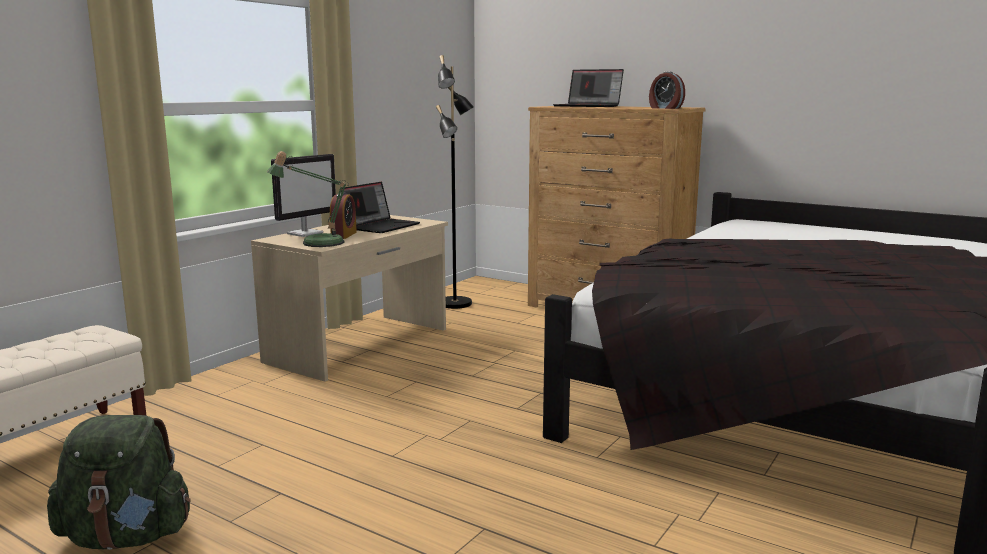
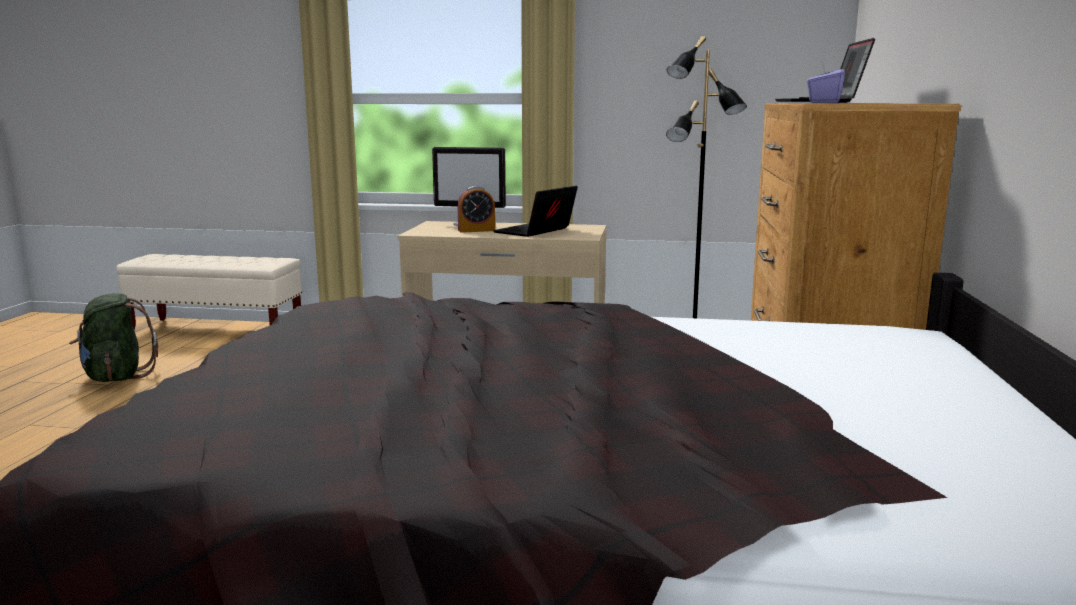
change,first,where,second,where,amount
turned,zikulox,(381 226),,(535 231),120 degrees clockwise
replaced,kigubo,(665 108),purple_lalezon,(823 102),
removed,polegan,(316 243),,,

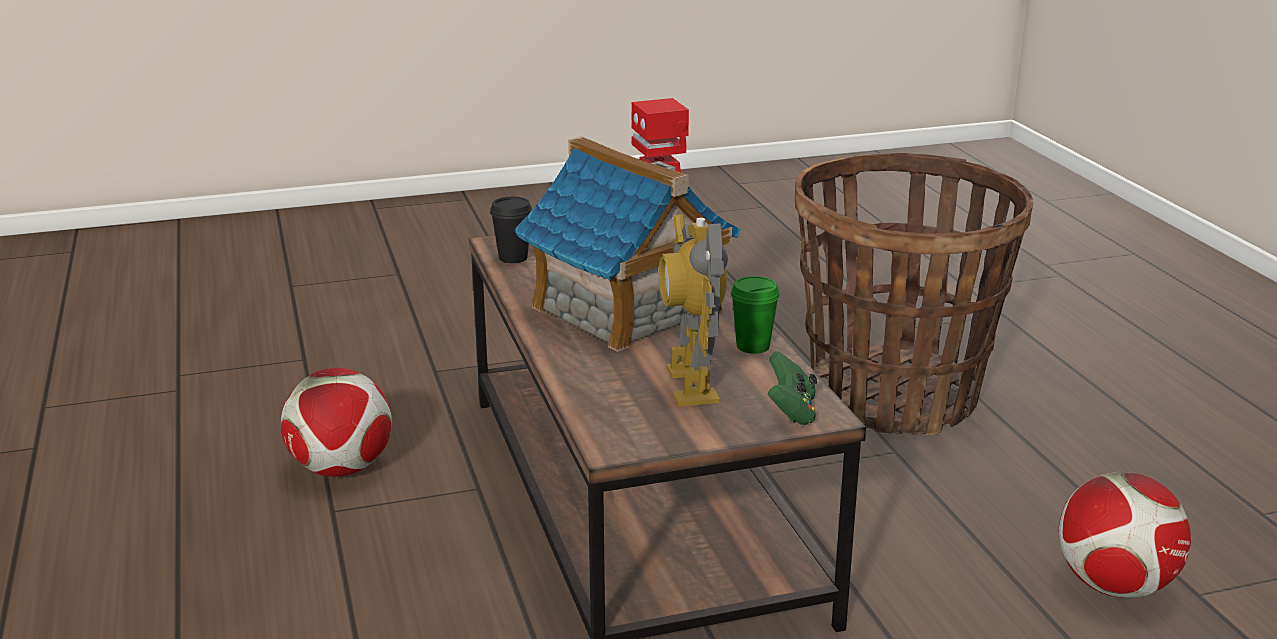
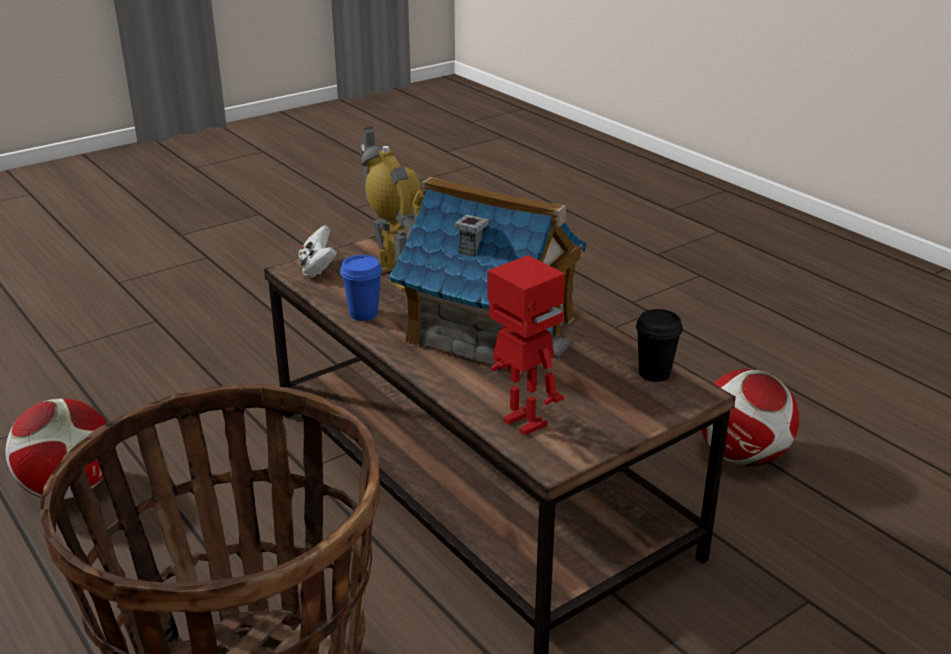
change,first,where,second,where,amount
recoloured,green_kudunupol,(791 411),white_kudunupol,(318 268),
recoloured,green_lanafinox,(753 346),blue_lanafinox,(363 314),

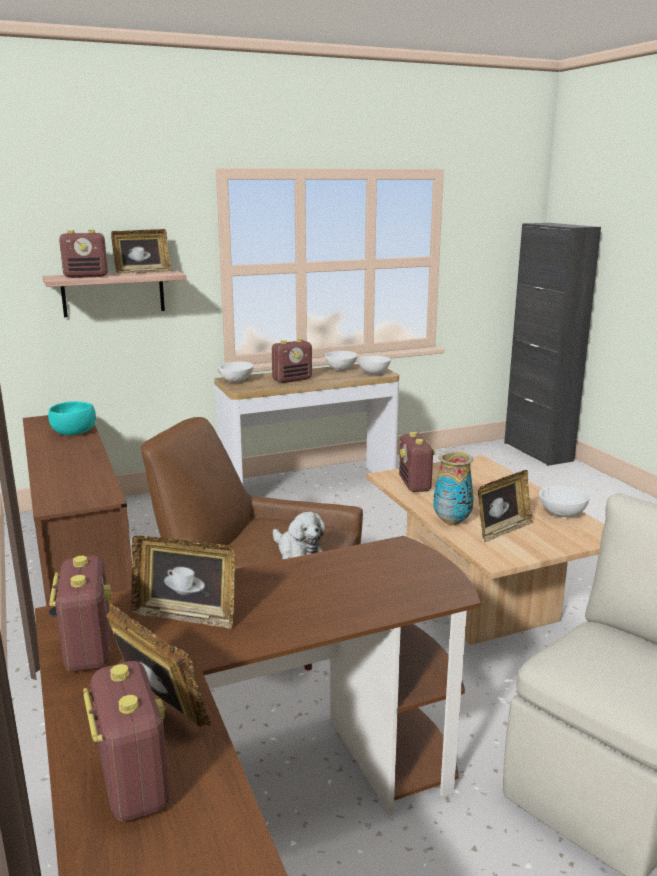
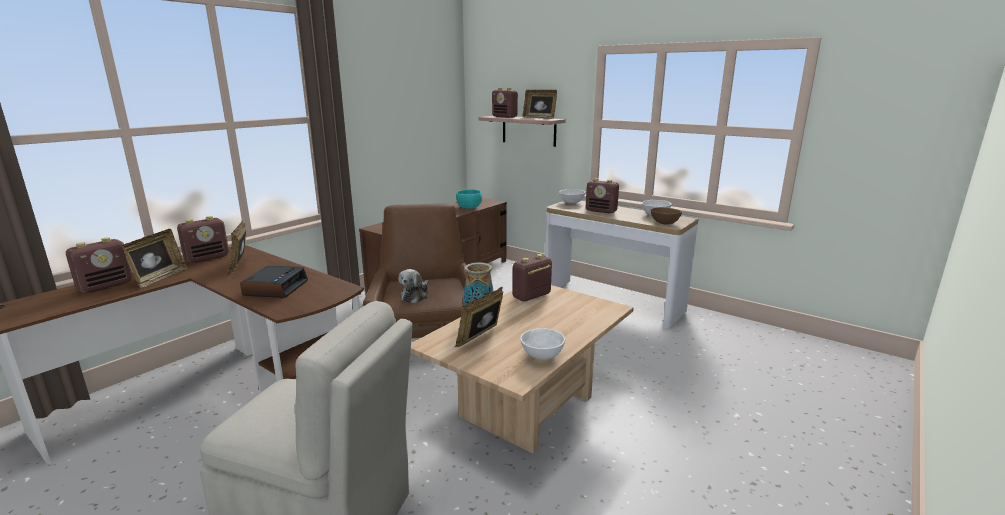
change,first,where,second,where,amount
added,,,kigubo,(275 288),
turned,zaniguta,(502 530),,(481 338),105 degrees clockwise
recoloured,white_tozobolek,(373 373),brown_tozobolek,(664 223),
removed,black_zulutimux,(537 452),,,

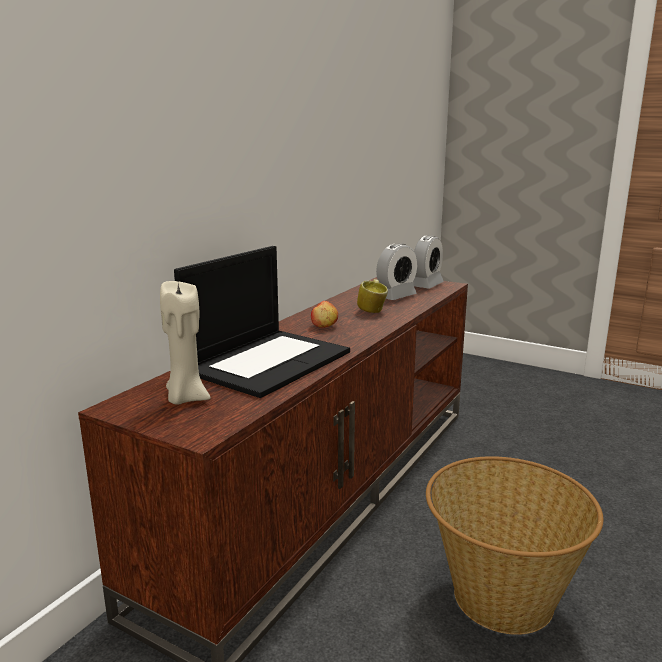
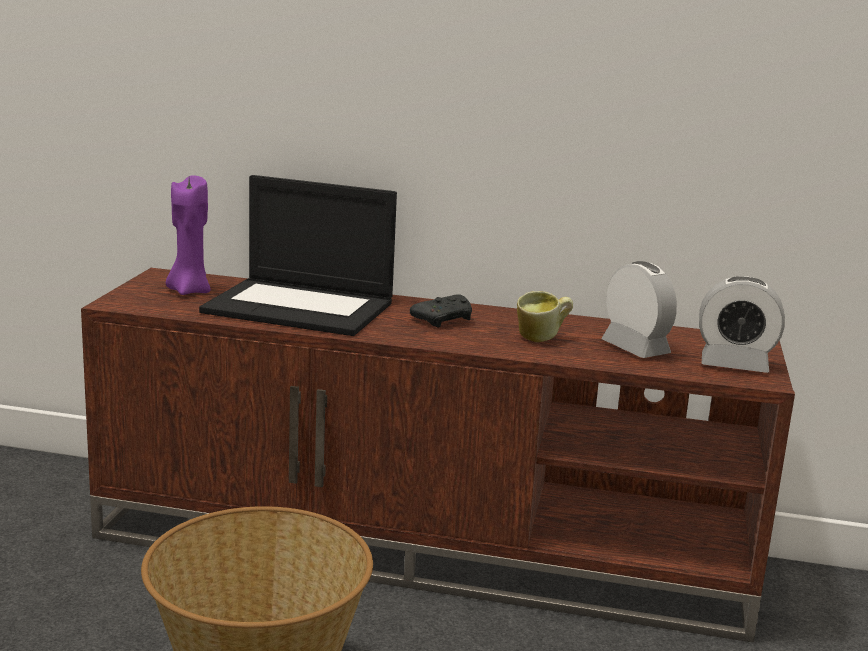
change,first,where,second,where,amount
recoloured,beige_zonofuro,(186 398),purple_zonofuro,(189 291),
replaced,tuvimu,(324 326),black_kudunupol,(444 320),
turned,kigubo,(396 296),,(635 348),150 degrees counterclockwise

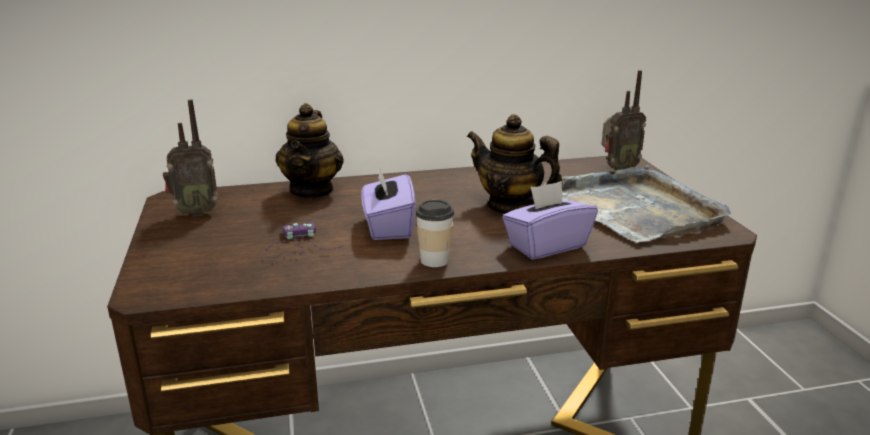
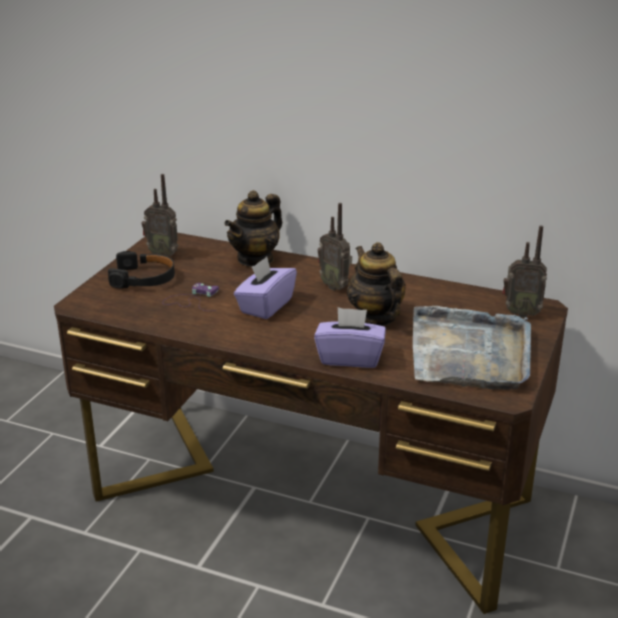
change,first,where,second,where,amount
added,,,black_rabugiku,(144 278),
added,,,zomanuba,(335 286),
removed,lanafinox,(434 260),,,

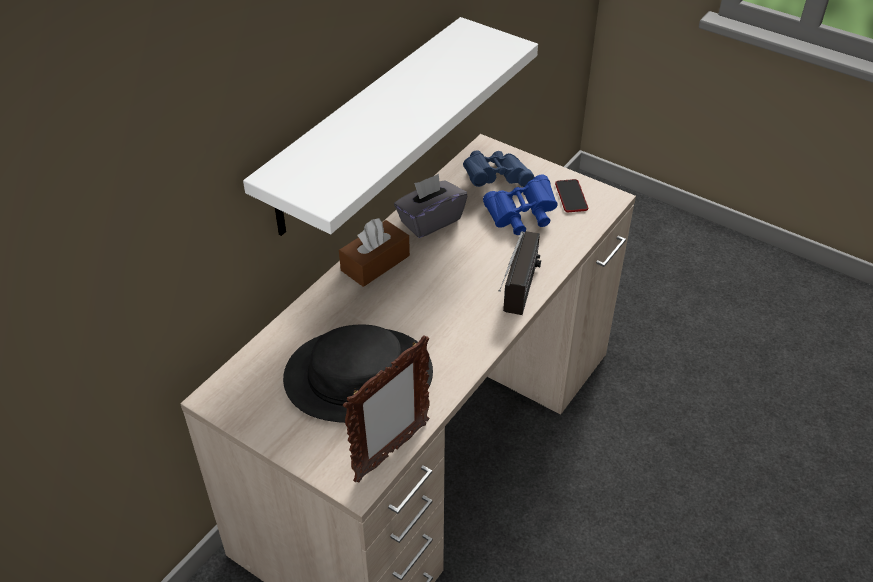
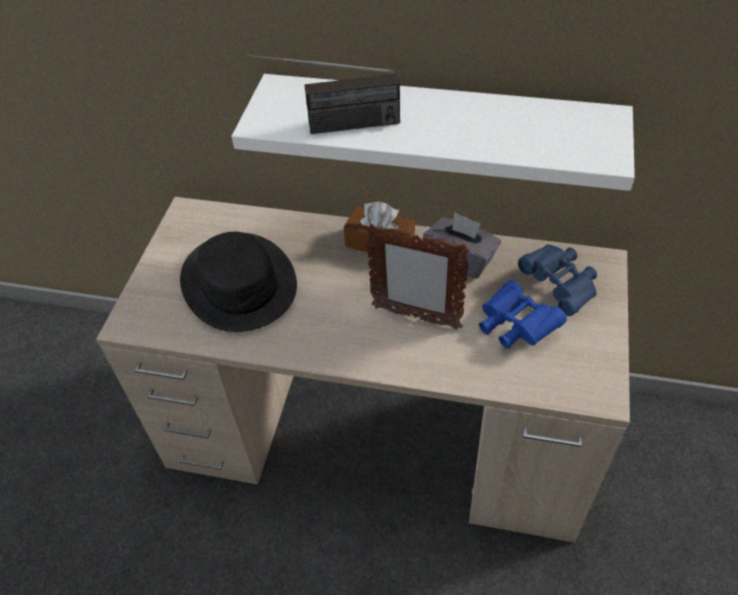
change,first,where,second,where,amount
moved,zomanuba,(518 301),,(330 126),
moved,zaniguta,(391 452),,(415 317),
removed,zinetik,(571 196),,,

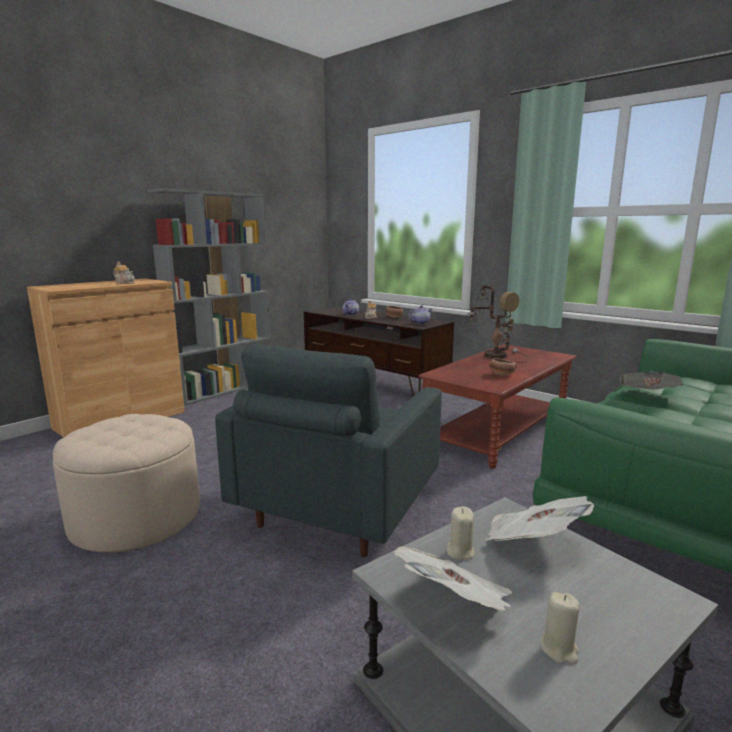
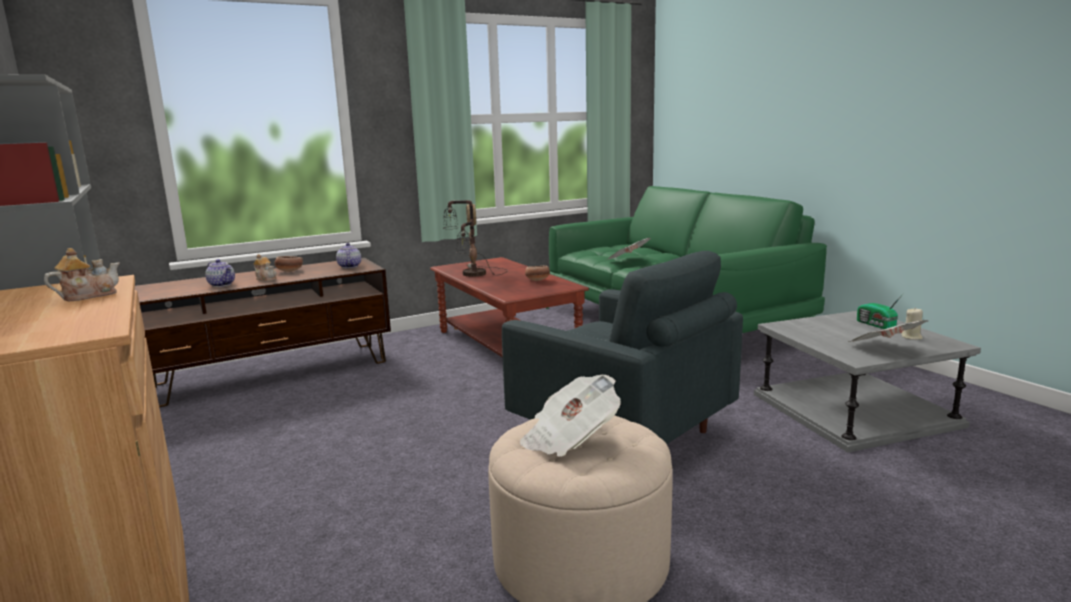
change,first,where,second,where,amount
moved,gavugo,(532 542),,(569 439),
added,,,zomanuba,(876 325),
removed,beige_zonofuro,(460 552),,,

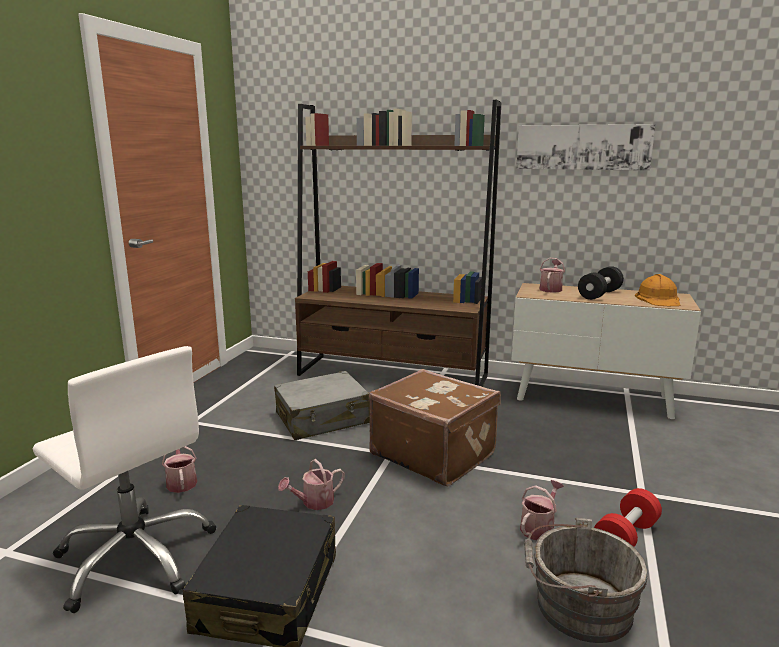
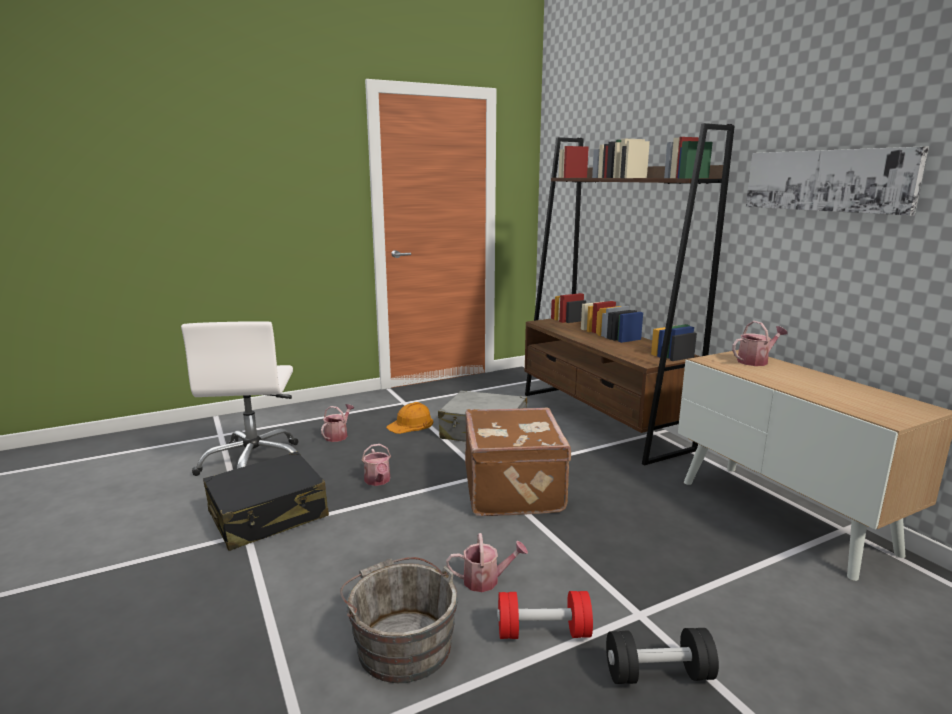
change,first,where,second,where,amount
turned,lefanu,(314 503),,(378 481),120 degrees counterclockwise
moved,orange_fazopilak,(658 299),,(411 424),
moved,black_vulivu,(599 294),,(658 674),

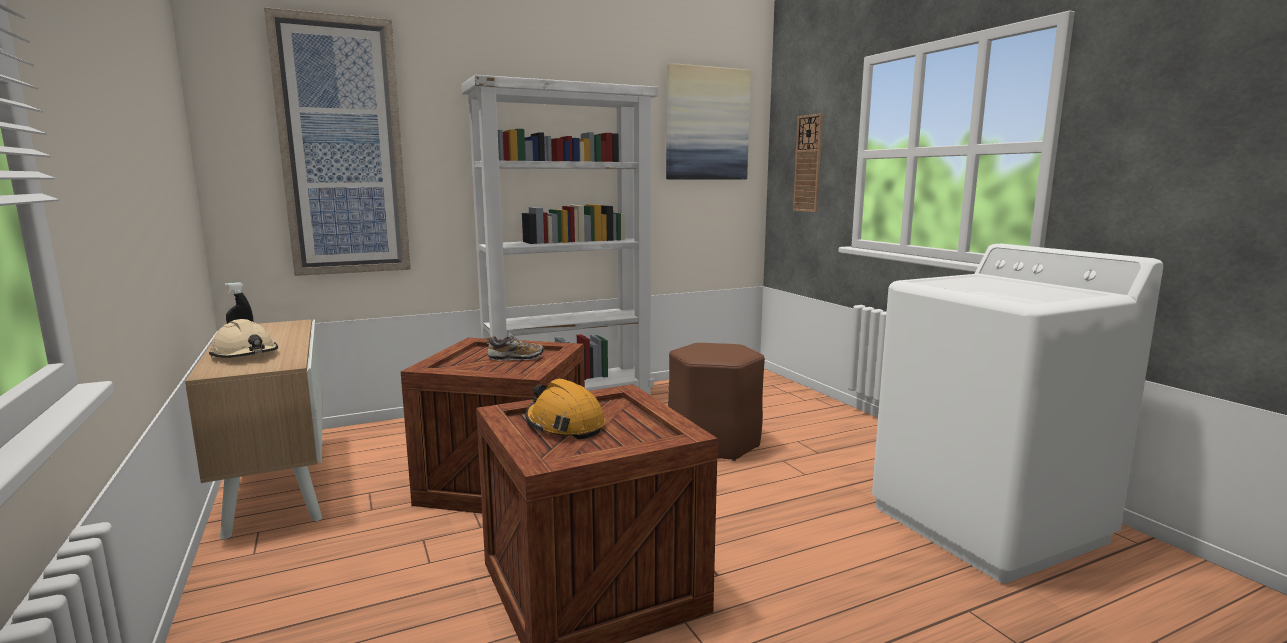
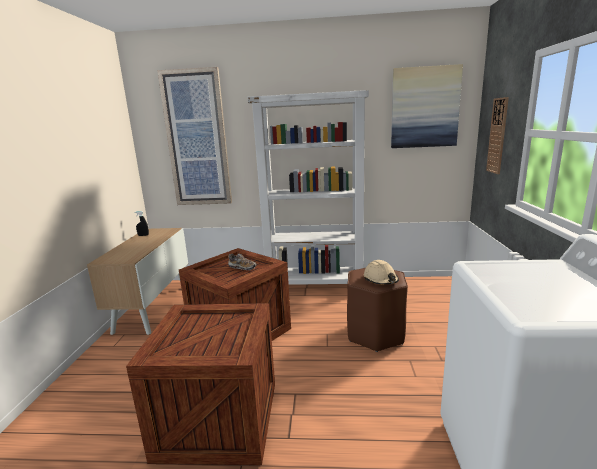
change,first,where,second,where,amount
moved,beige_fazopilak,(245 355),,(381 280),
removed,orange_fazopilak,(564 425),,,

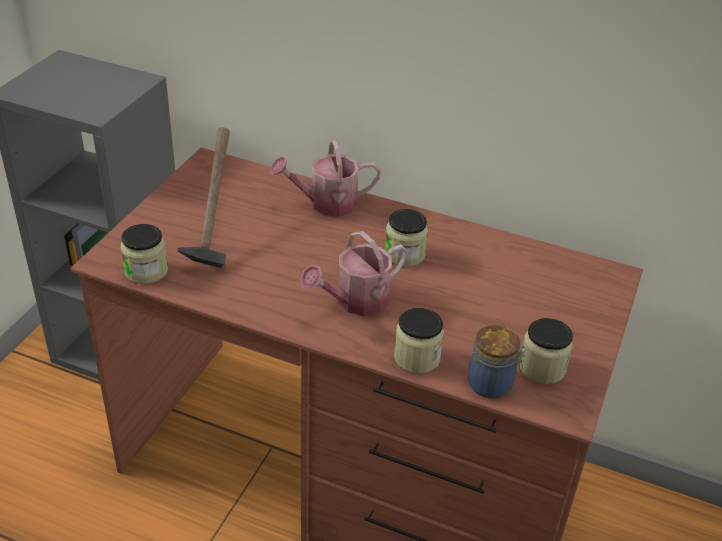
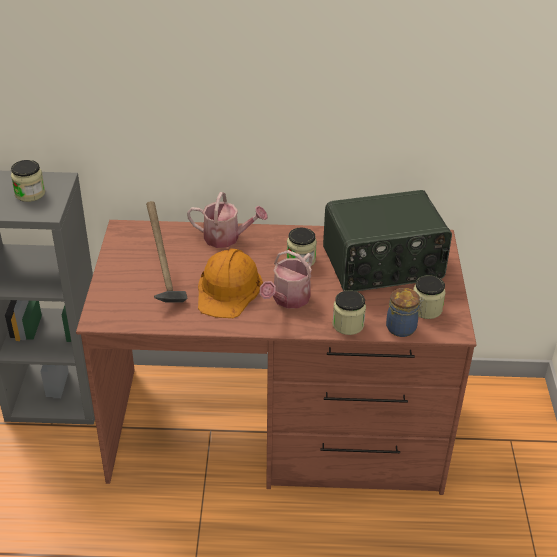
change,first,where,second,where,amount
moved,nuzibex,(146 271),,(30 193),
turned,lefanu,(326 203),,(227 238),135 degrees counterclockwise
added,,,orange_fazopilak,(228 289),
added,,,zomanuba,(383 265),

